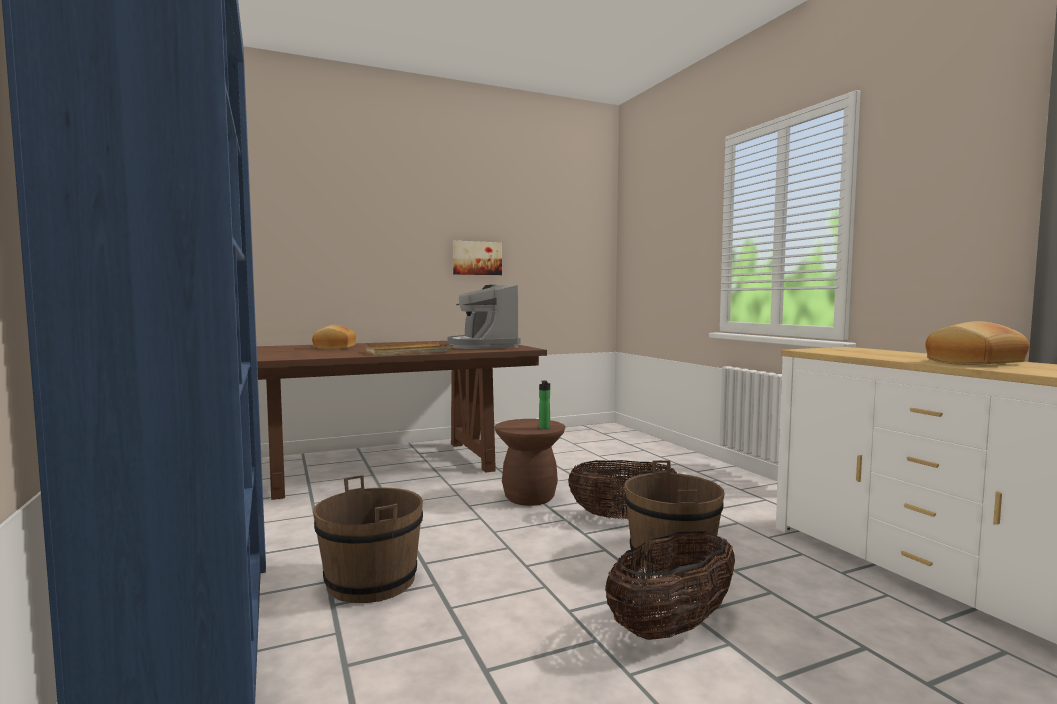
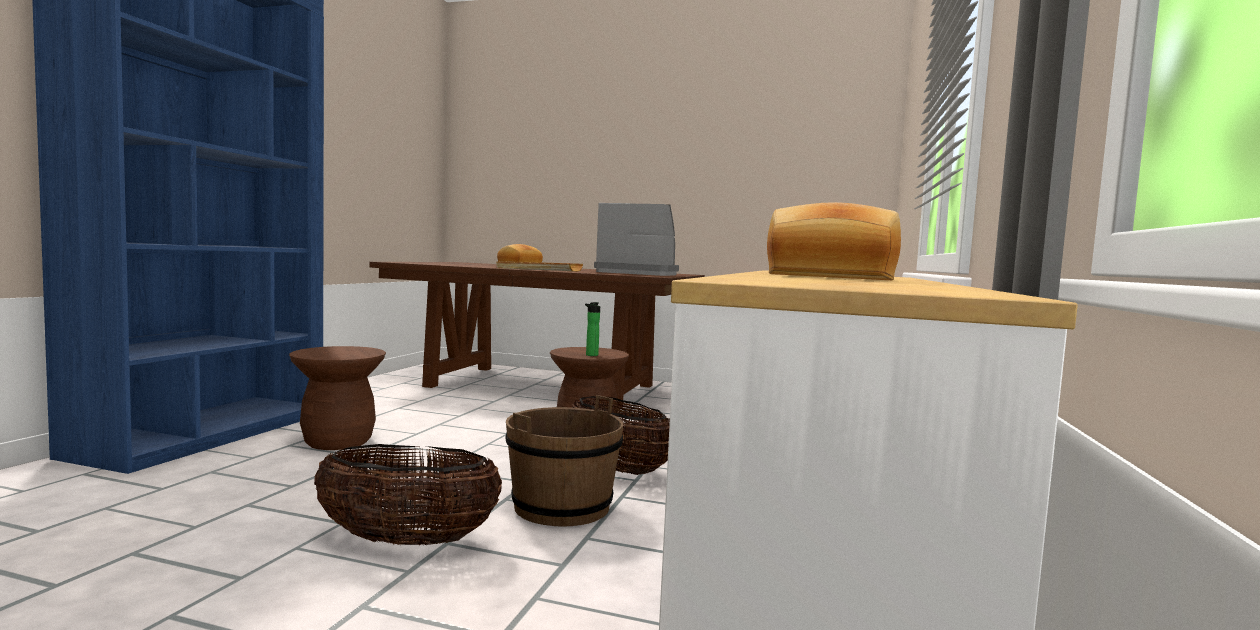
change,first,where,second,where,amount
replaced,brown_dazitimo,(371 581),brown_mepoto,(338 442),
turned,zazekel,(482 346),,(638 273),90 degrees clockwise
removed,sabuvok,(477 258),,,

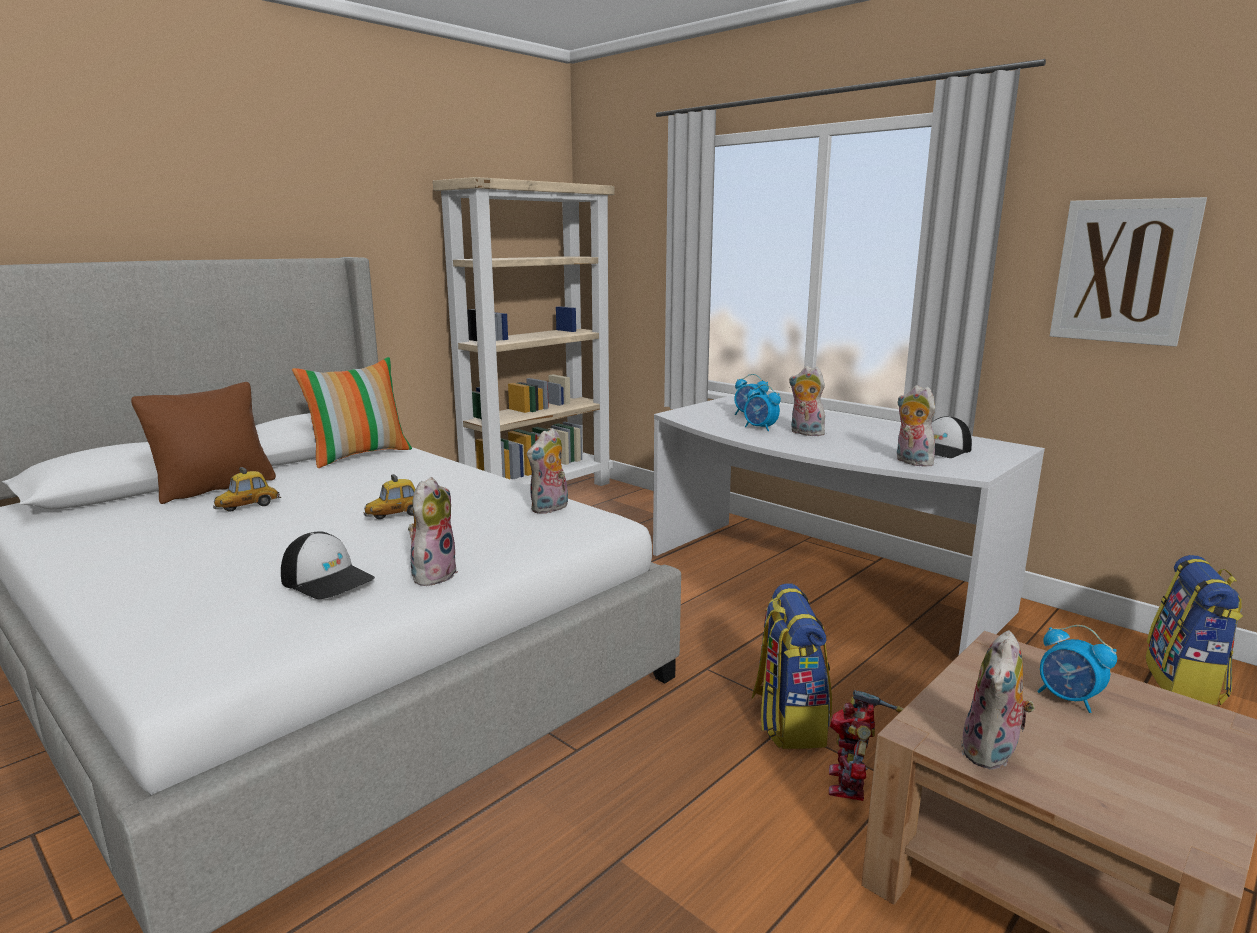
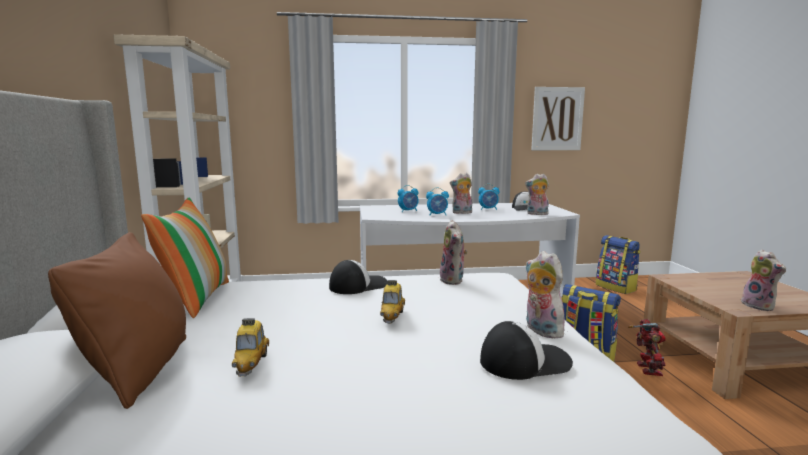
change,first,where,second,where,amount
added,,,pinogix,(358 285),
moved,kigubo,(1068 699),,(488 209),
turned,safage,(850 784),,(646 369),135 degrees counterclockwise

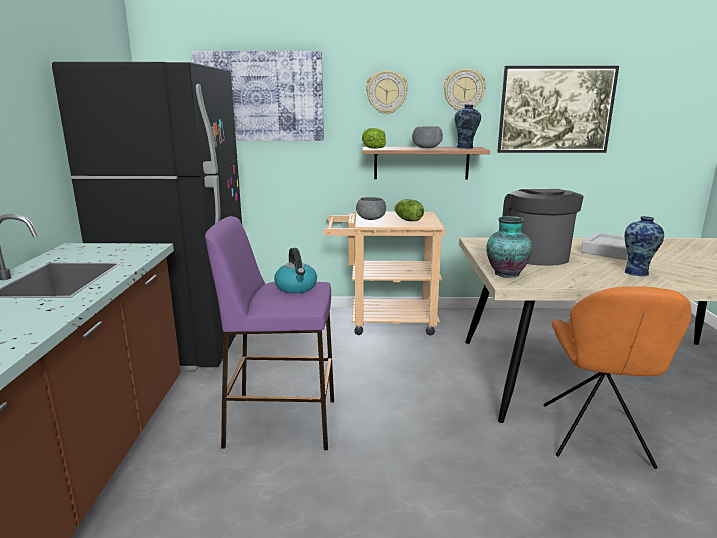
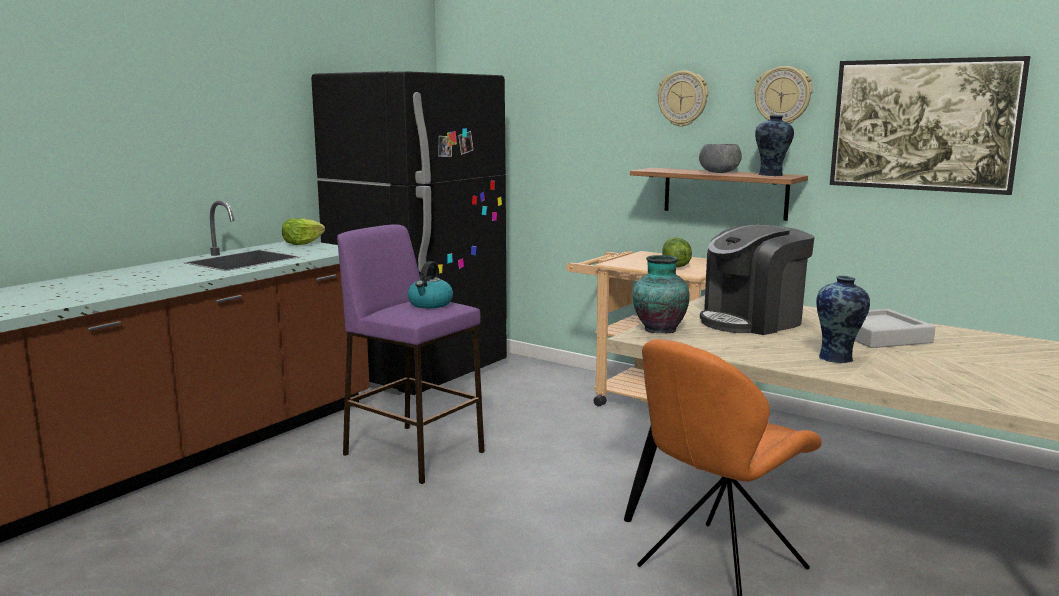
change,first,where,second,where,amount
moved,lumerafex,(374 148),,(302 243),
turned,zazekel,(534 255),,(752 321),150 degrees counterclockwise
removed,sabuvok,(260 97),,,
removed,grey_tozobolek,(371 219),,,

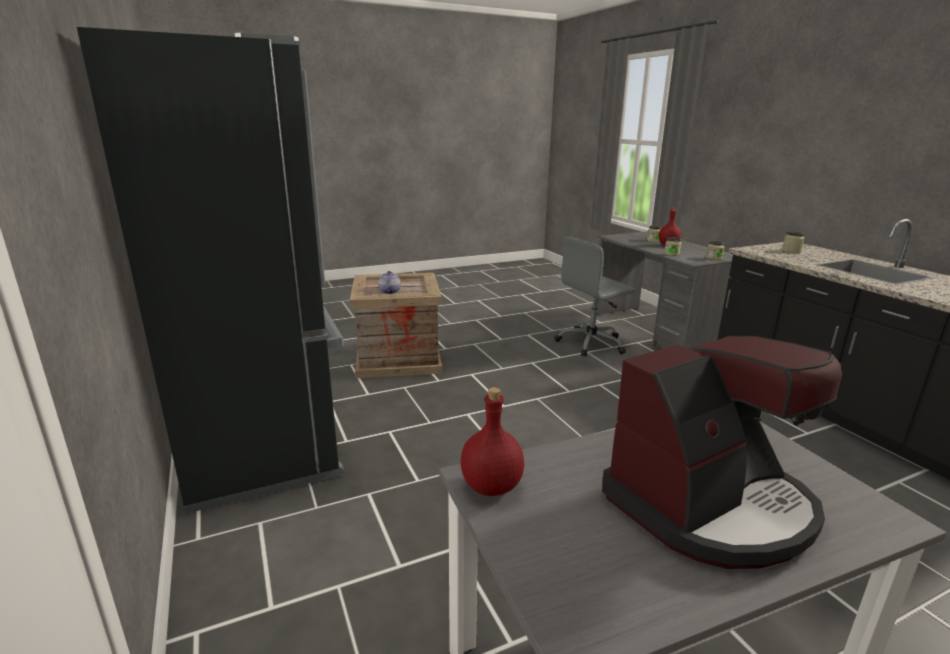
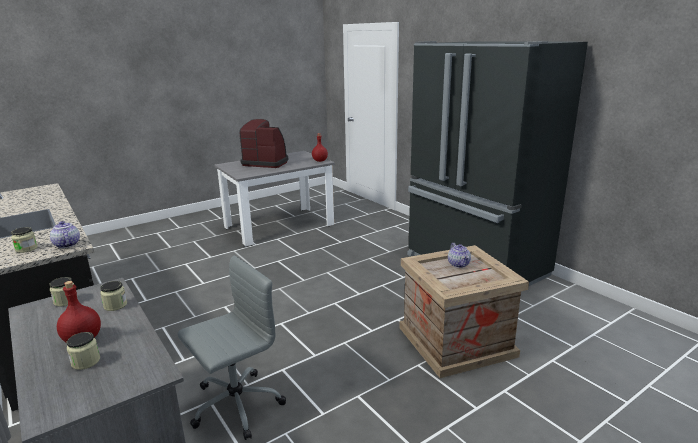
change,first,where,second,where,amount
added,,,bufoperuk,(66 244),
turned,zazekel,(710 505),,(266 163),60 degrees clockwise

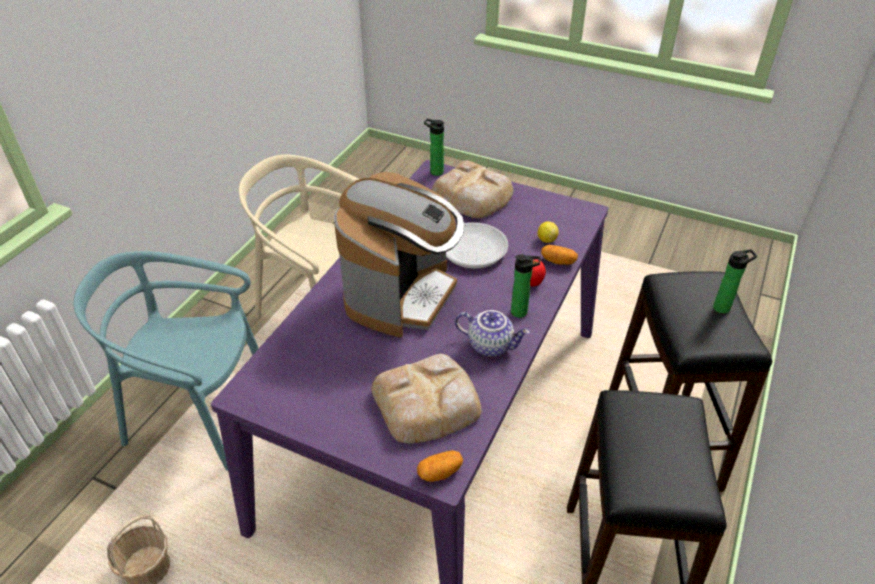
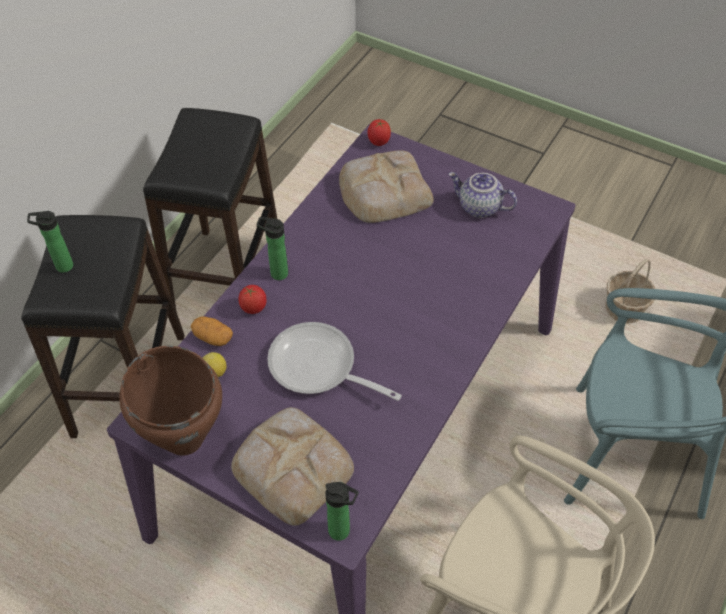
change,first,where,second,where,amount
added,,,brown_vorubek,(185 438),
replaced,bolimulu,(440 472),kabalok,(378 143),
moved,bufoperuk,(491 345),,(478 208),
removed,zazekel,(402 295),,,

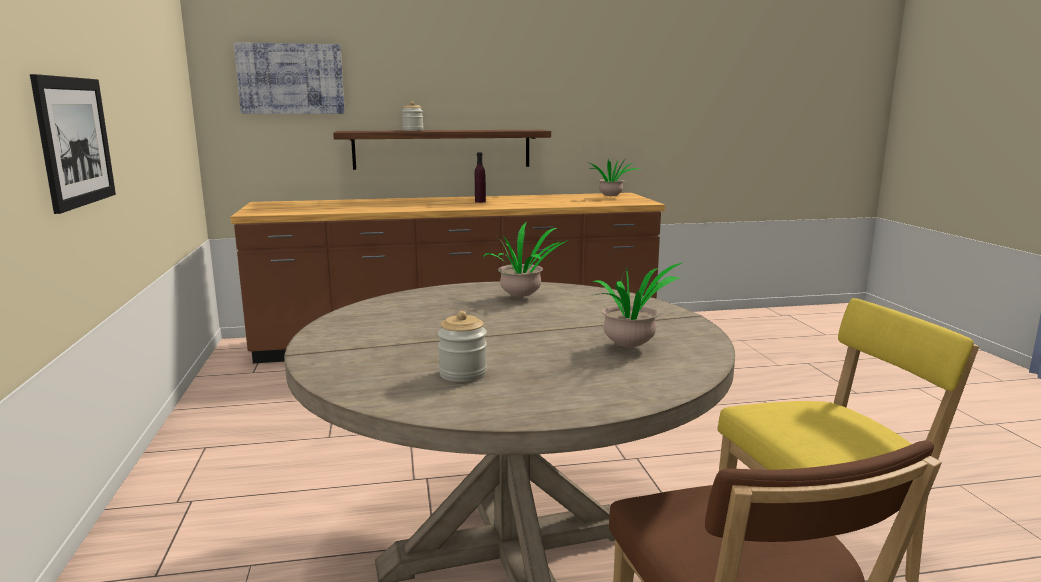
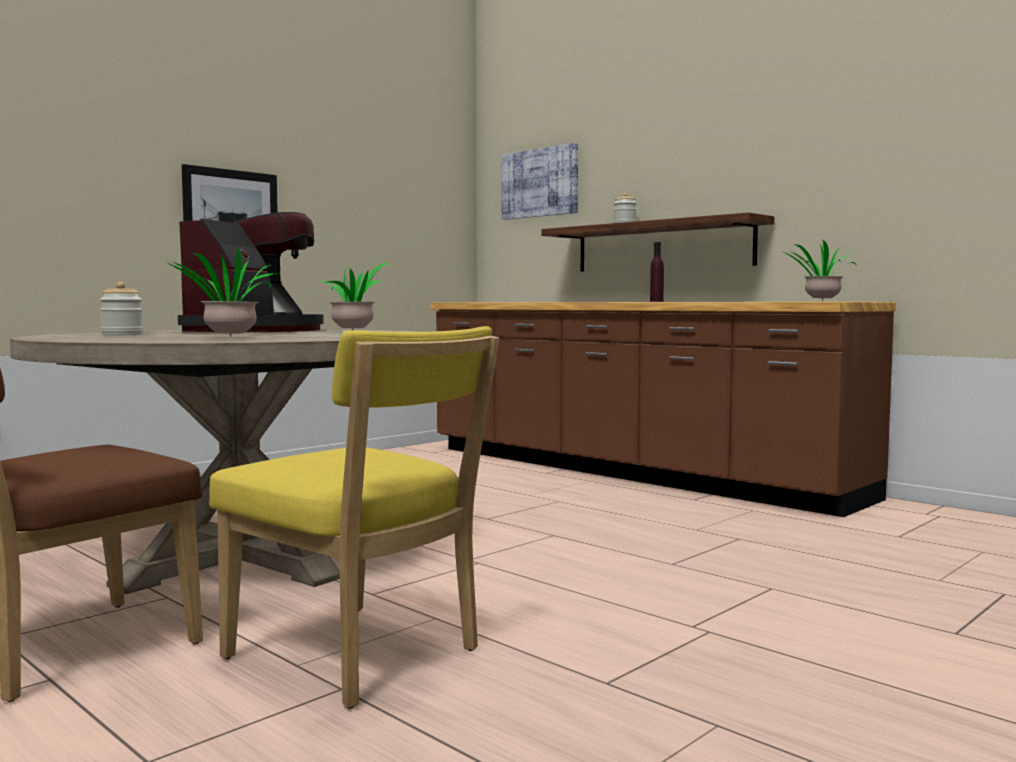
change,first,where,second,where,amount
added,,,zazekel,(257 331),

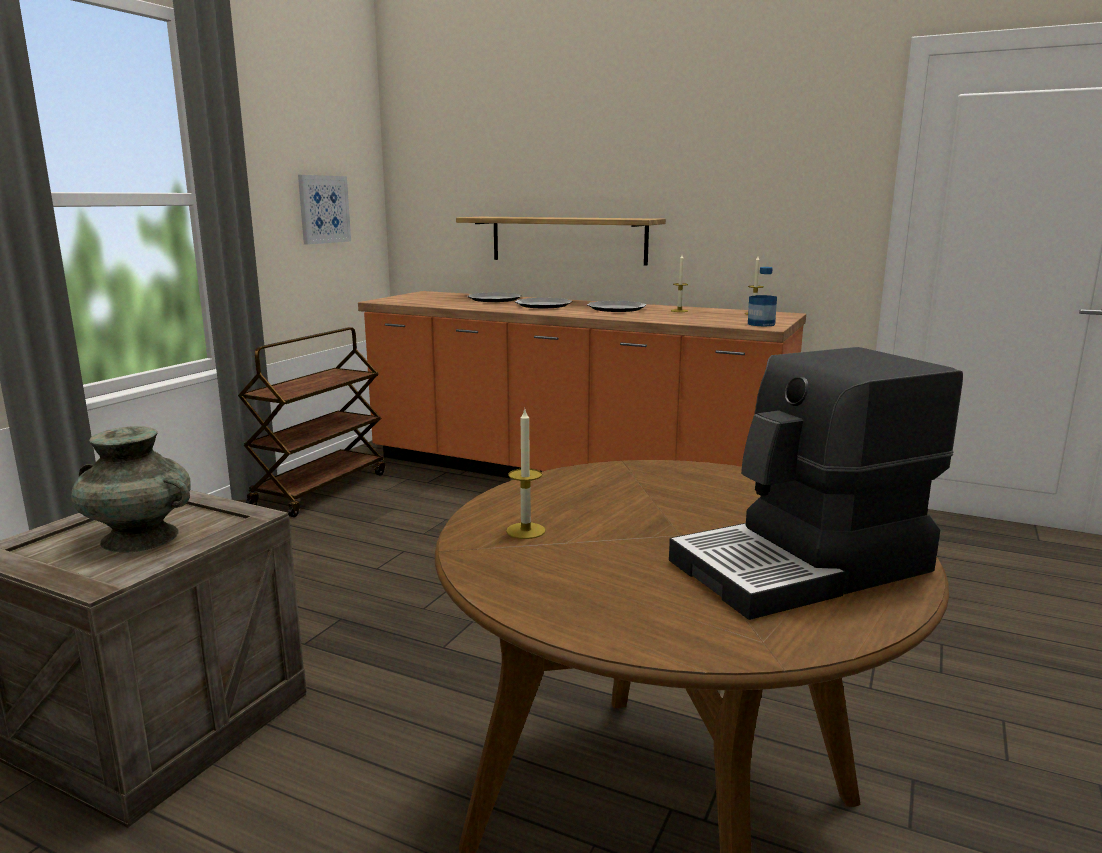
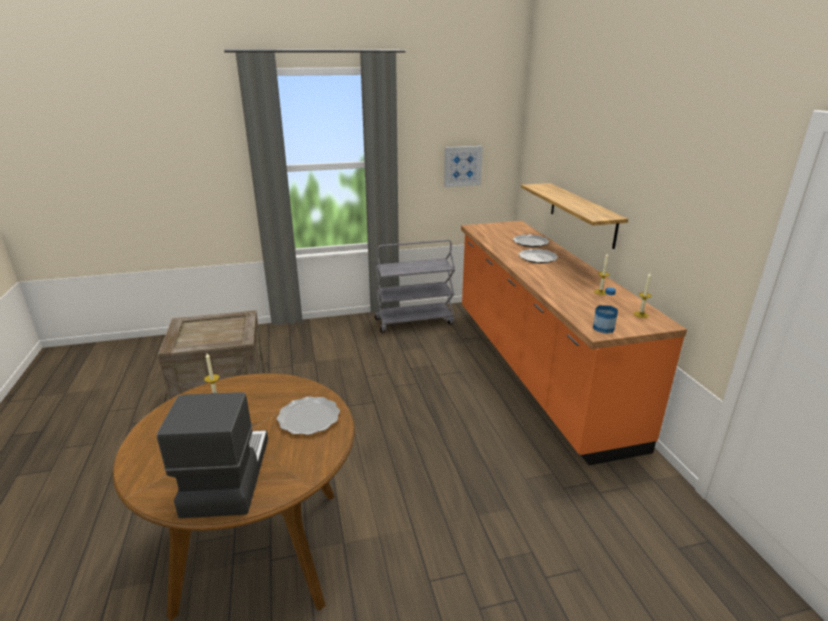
change,first,where,second,where,amount
turned,zazekel,(804 567),,(225 476),60 degrees clockwise
moved,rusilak,(616 309),,(309 418),
recoloured,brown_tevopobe,(320 489),grey_tevopobe,(414 321),
removed,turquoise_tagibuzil,(140 538),,,

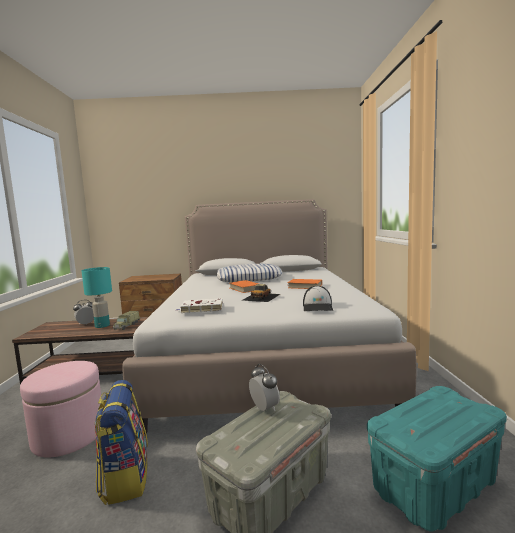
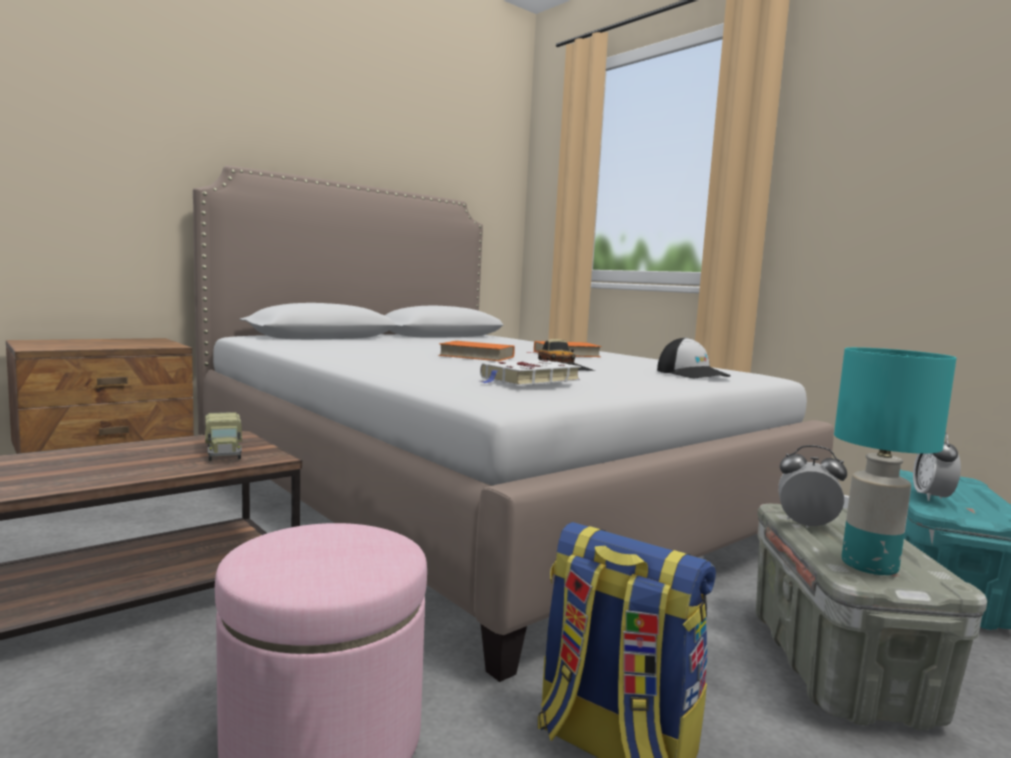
change,first,where,second,where,amount
moved,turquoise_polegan,(102 326),,(871 565),
moved,kigubo,(86 324),,(932 497),
removed,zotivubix,(249 278),,,

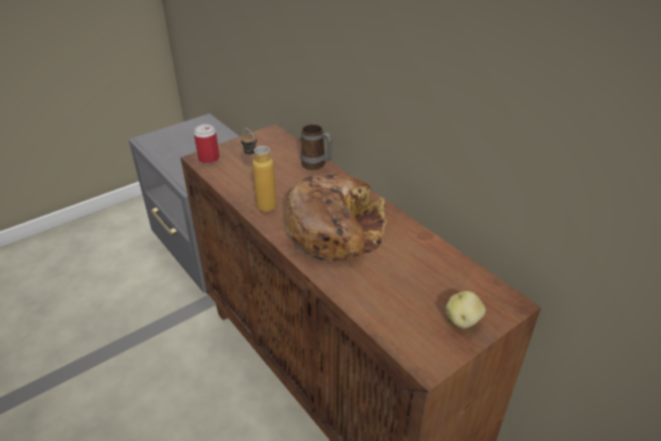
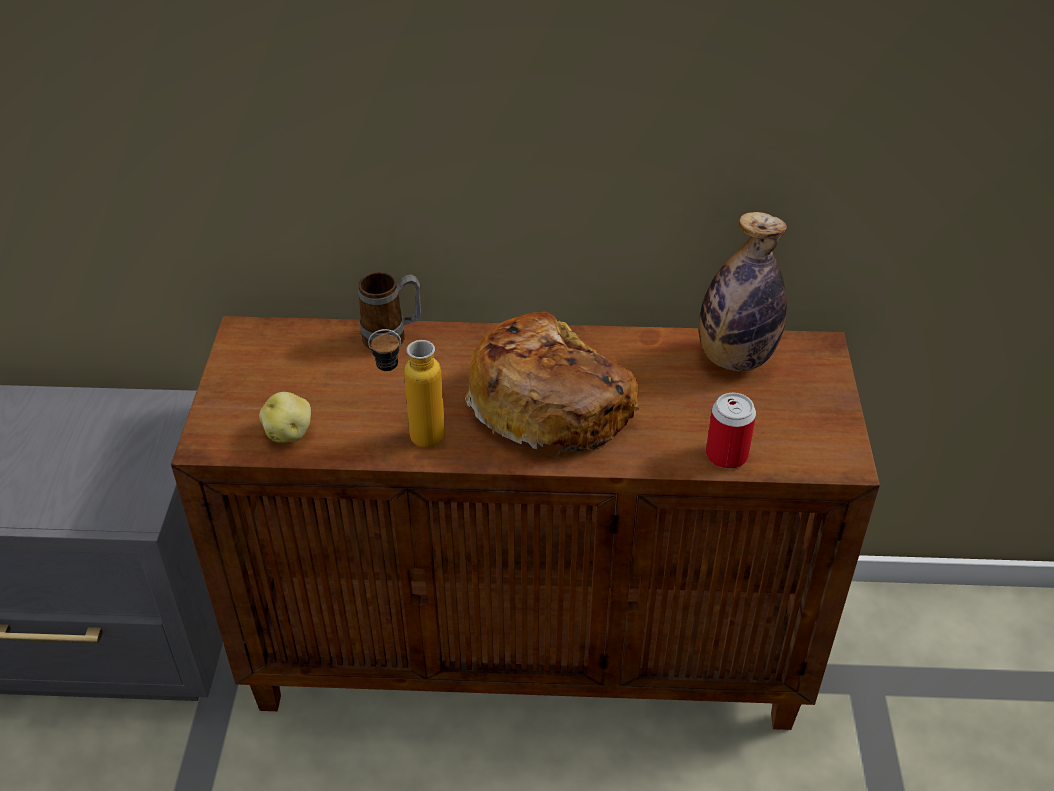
change,first,where,second,where,amount
moved,bolimulu,(463 320),,(289 433),
added,,,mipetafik,(735 358),
moved,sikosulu,(209 159),,(726 455),

